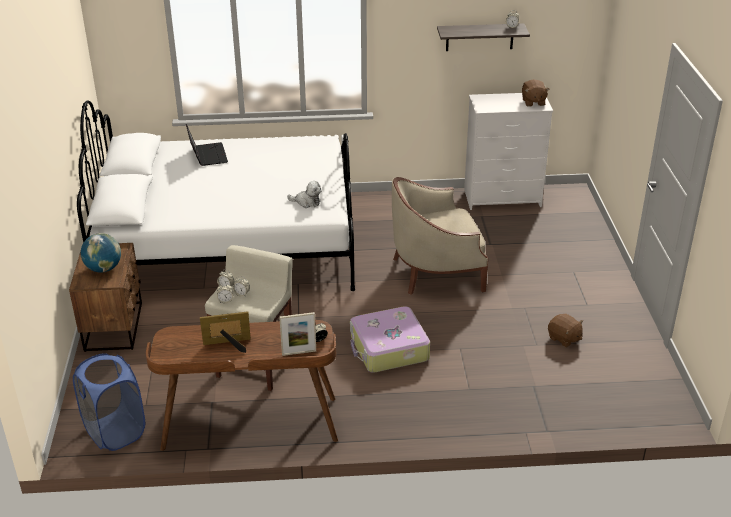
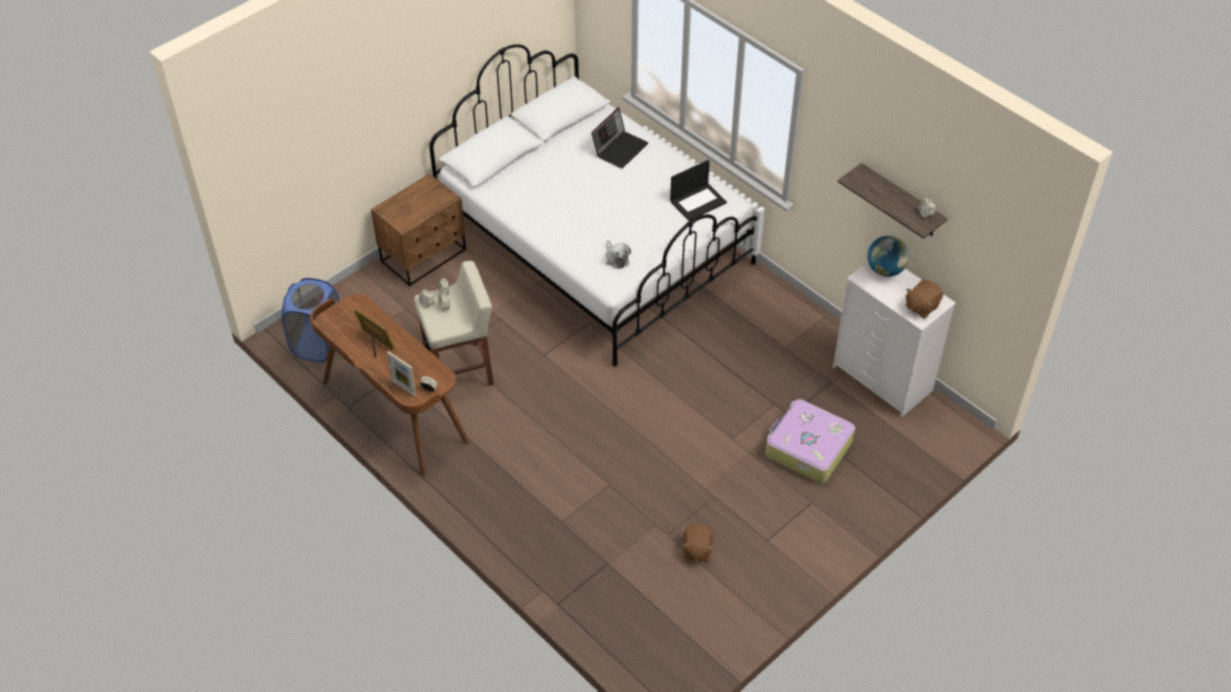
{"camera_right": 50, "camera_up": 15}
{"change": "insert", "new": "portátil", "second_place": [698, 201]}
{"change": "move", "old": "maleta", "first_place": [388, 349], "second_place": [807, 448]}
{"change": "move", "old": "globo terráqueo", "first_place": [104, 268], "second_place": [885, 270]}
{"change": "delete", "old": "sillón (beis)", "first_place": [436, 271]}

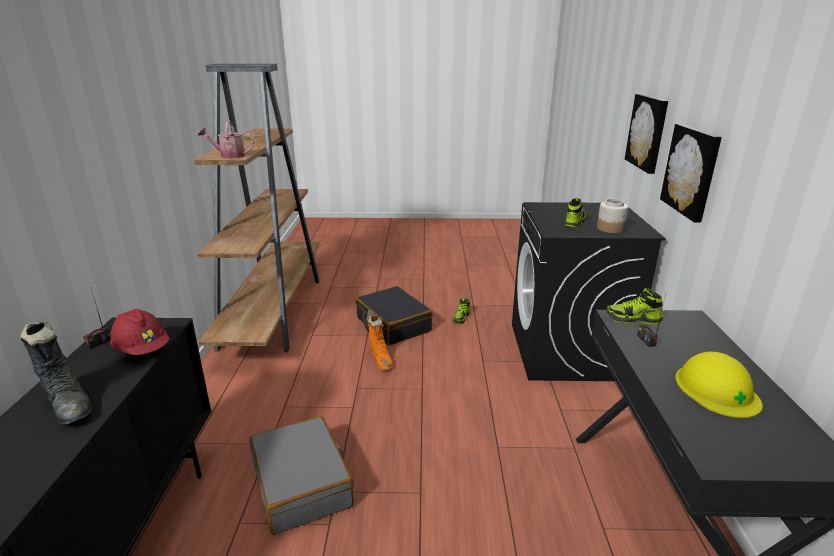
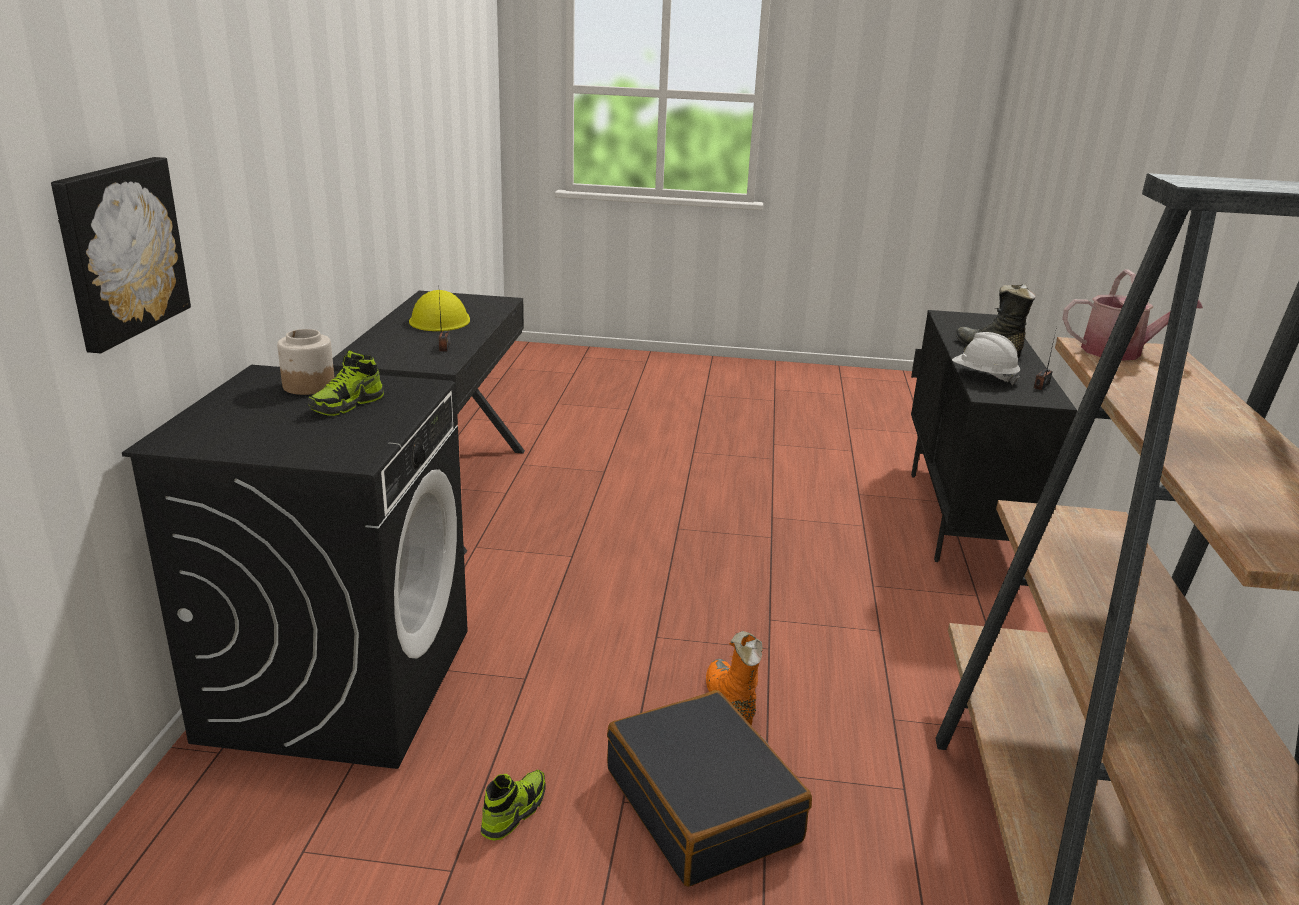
{"camera_right": -175, "camera_up": 0}
{"change": "recolor", "old": "casco (rojo)", "new": "casco (blanco)", "first_place": [142, 349], "second_place": [983, 377]}
{"change": "delete", "old": "maleta (gris)", "first_place": [302, 484]}
{"change": "delete", "old": "zapato", "first_place": [633, 319]}
{"change": "delete", "old": "cuadro", "first_place": [692, 171]}

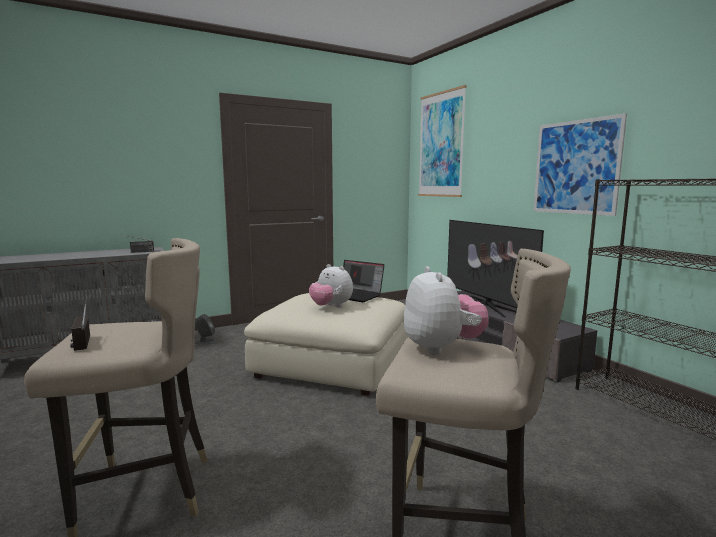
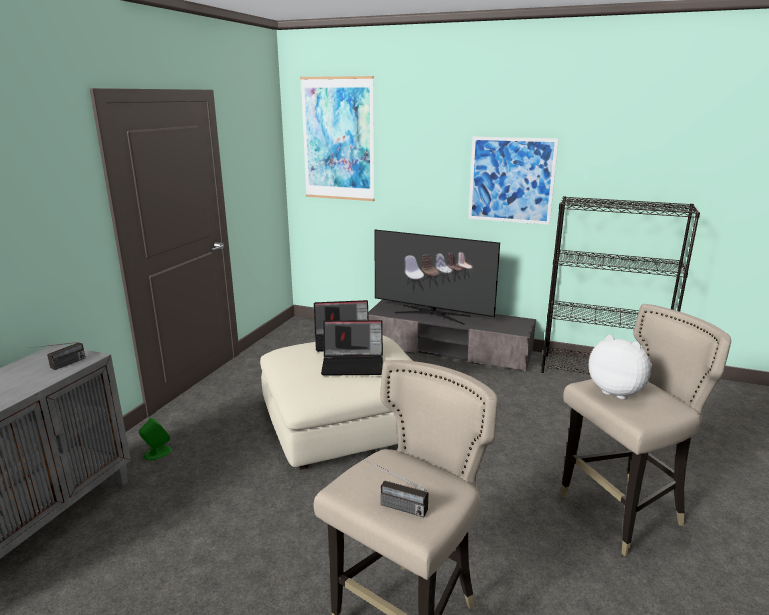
{"camera_right": -40, "camera_up": 10}
{"change": "recolor", "old": "altavoz (gris)", "new": "altavoz (verde)", "first_place": [205, 342], "second_place": [157, 453]}
{"change": "replace", "old": "peluche", "new": "portátil", "first_place": [331, 307], "second_place": [354, 364]}

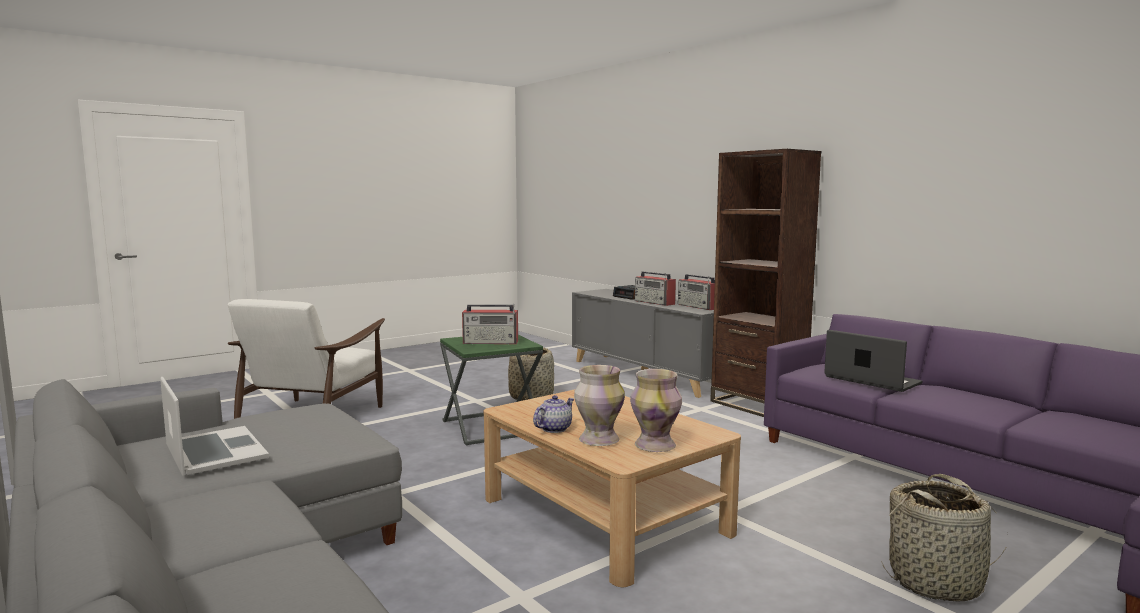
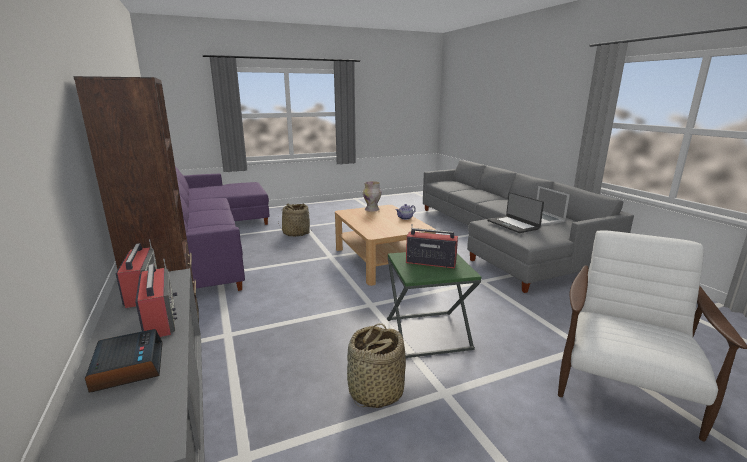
{"camera_right": -165, "camera_up": 10}
{"change": "move", "old": "portátil", "first_place": [871, 380], "second_place": [513, 225]}
{"change": "delete", "old": "florero", "first_place": [598, 440]}

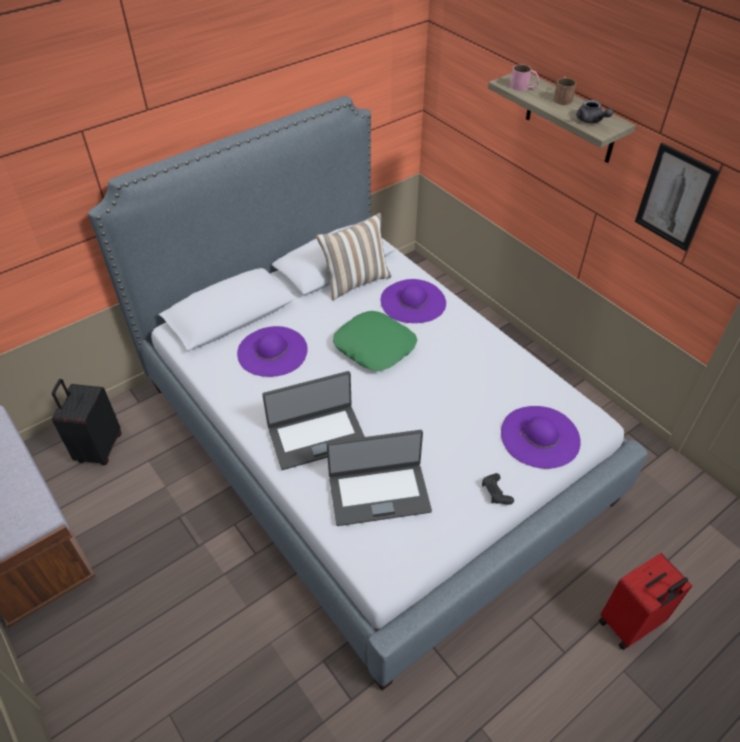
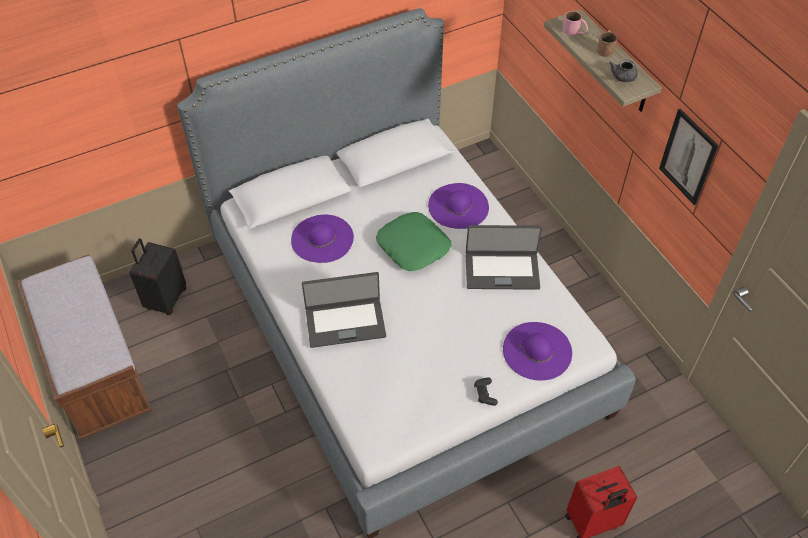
{"camera_right": 10, "camera_up": 5}
{"change": "move", "old": "portátil", "first_place": [379, 493], "second_place": [502, 270]}
{"change": "rotate", "old": "tetera (gris)", "first_place": [591, 121], "second_place": [622, 78], "degrees": 45}
{"change": "delete", "old": "cojín", "first_place": [355, 282]}

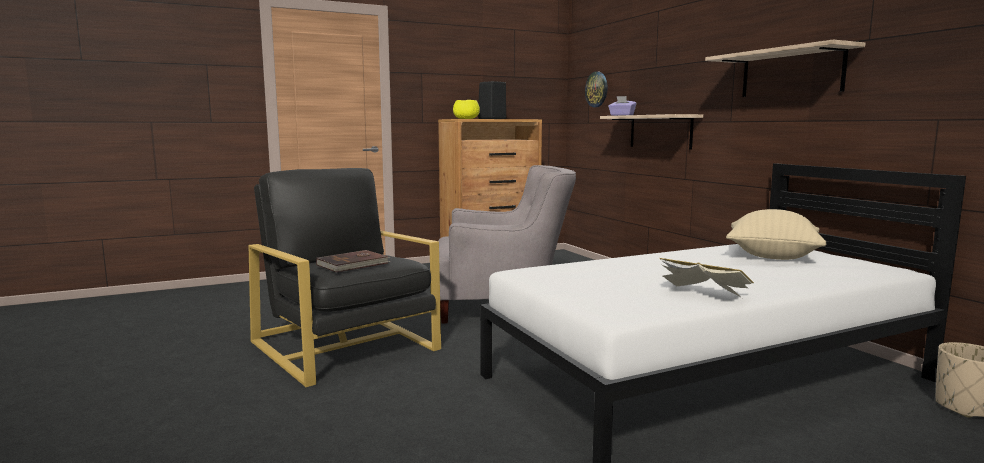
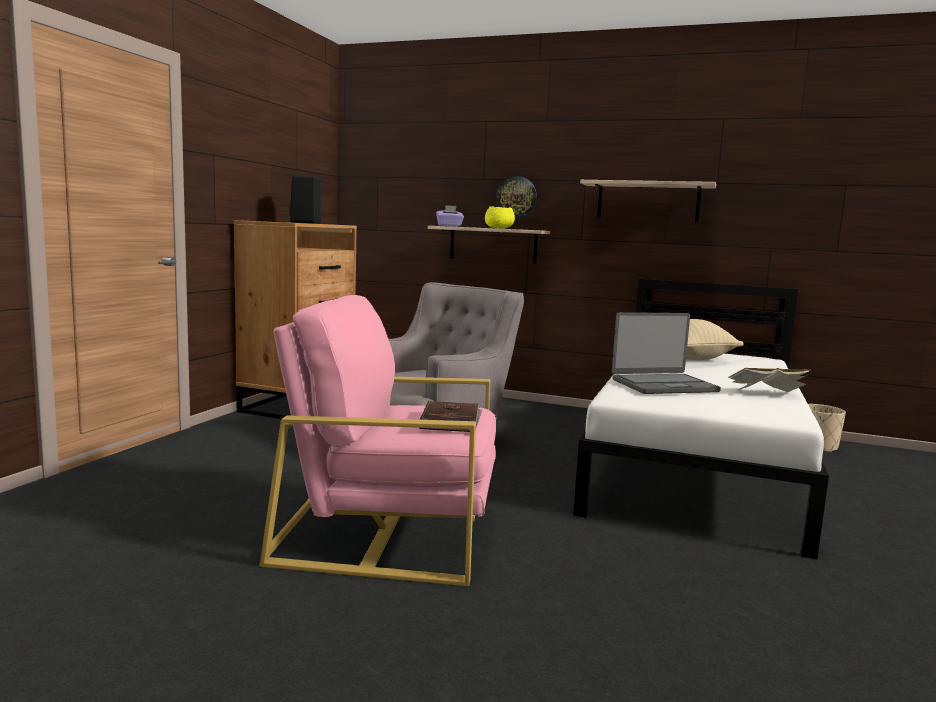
{"camera_right": -45, "camera_up": 0}
{"change": "recolor", "old": "sillón (negro)", "new": "sillón (rosa)", "first_place": [345, 346], "second_place": [389, 531]}
{"change": "move", "old": "cuenco (amarillo)", "first_place": [466, 118], "second_place": [499, 228]}
{"change": "move", "old": "reloj de pared", "first_place": [597, 89], "second_place": [516, 197]}
{"change": "insert", "new": "portátil", "second_place": [663, 385]}

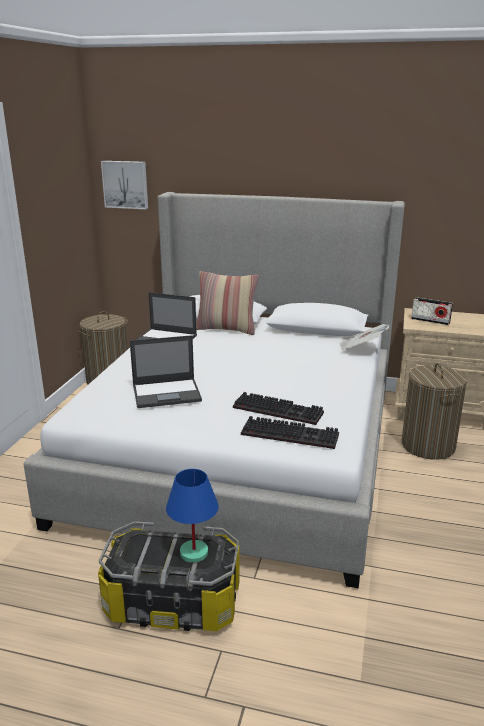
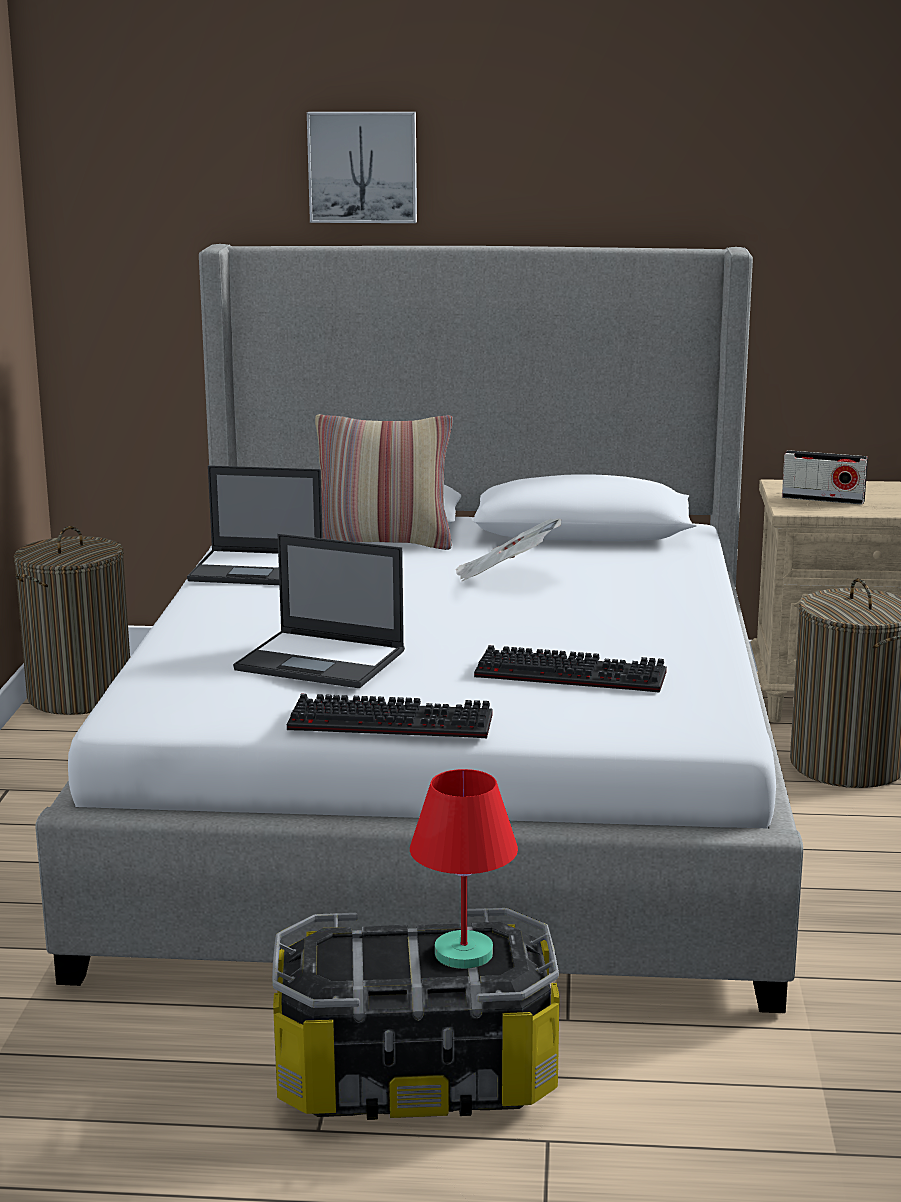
{"camera_right": -10, "camera_up": -5}
{"change": "rotate", "old": "portátil", "first_place": [167, 393], "second_place": [322, 660], "degrees": 45}
{"change": "move", "old": "teclado", "first_place": [291, 434], "second_place": [394, 721]}
{"change": "move", "old": "cuadro", "first_place": [125, 184], "second_place": [363, 167]}
{"change": "recolor", "old": "lámpara de mesa (azul)", "new": "lámpara de mesa (rojo)", "first_place": [194, 553], "second_place": [464, 954]}
{"change": "move", "old": "periódico", "first_place": [361, 349], "second_place": [504, 578]}

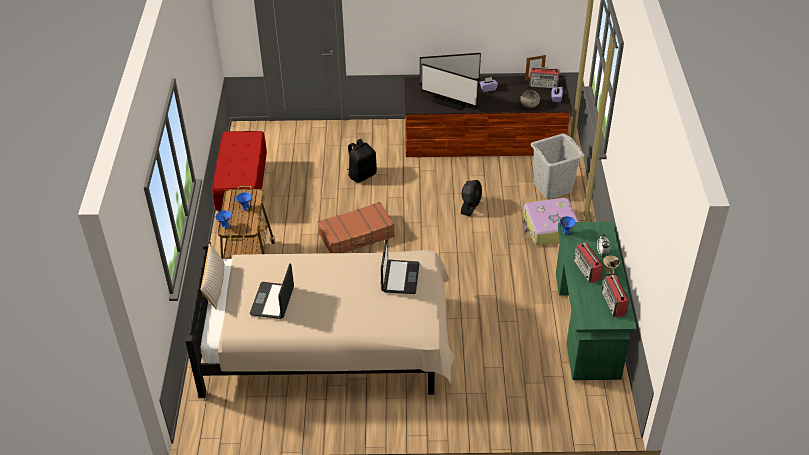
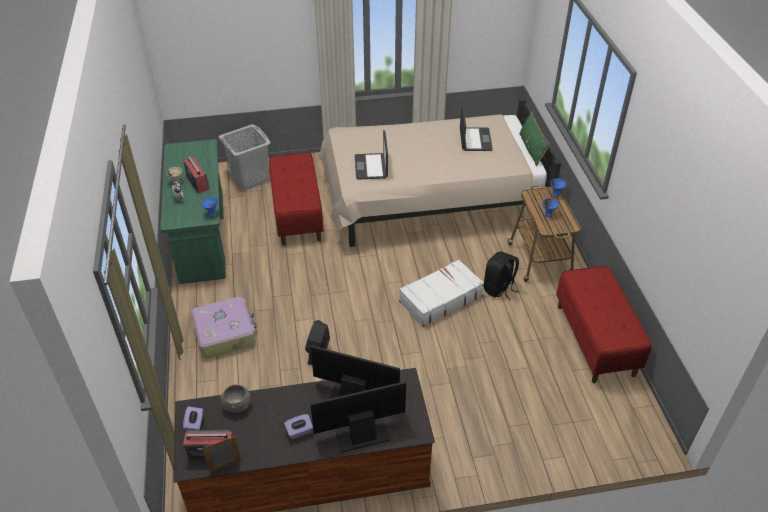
{"camera_right": 170, "camera_up": 0}
{"change": "move", "old": "cesto de la ropa (gris)", "first_place": [553, 187], "second_place": [250, 179]}
{"change": "insert", "new": "banco (rojo)", "second_place": [297, 214]}
{"change": "recolor", "old": "maleta (marrón)", "new": "maleta (blanco)", "first_place": [357, 235], "second_place": [440, 299]}
{"change": "move", "old": "mochila (negro)", "first_place": [362, 175], "second_place": [499, 289]}
{"change": "recolor", "old": "cojín (beis)", "new": "cojín (verde)", "first_place": [215, 285], "second_place": [531, 149]}
{"change": "delete", "old": "radio", "first_place": [613, 303]}

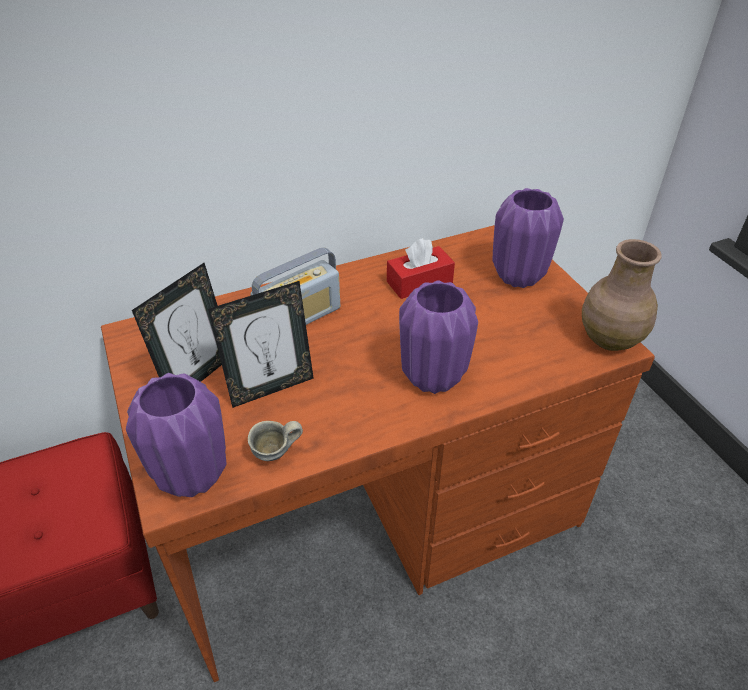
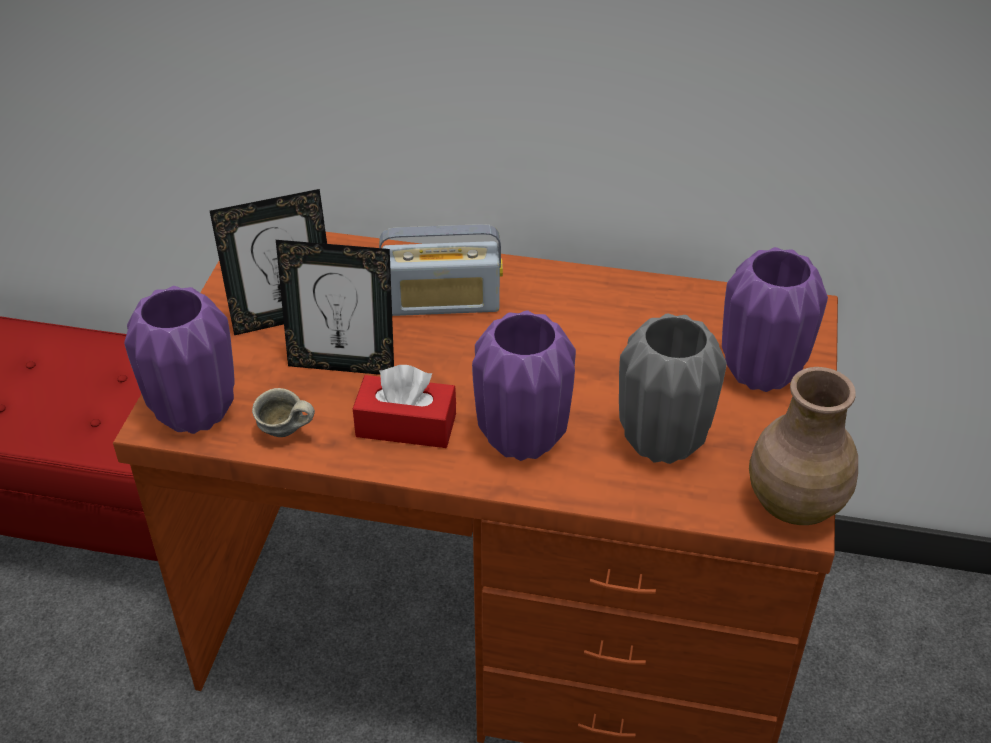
{"camera_right": 35, "camera_up": 0}
{"change": "move", "old": "caja de pañuelos (rojo)", "first_place": [419, 282], "second_place": [406, 425]}
{"change": "insert", "new": "florero (gris)", "second_place": [661, 442]}

